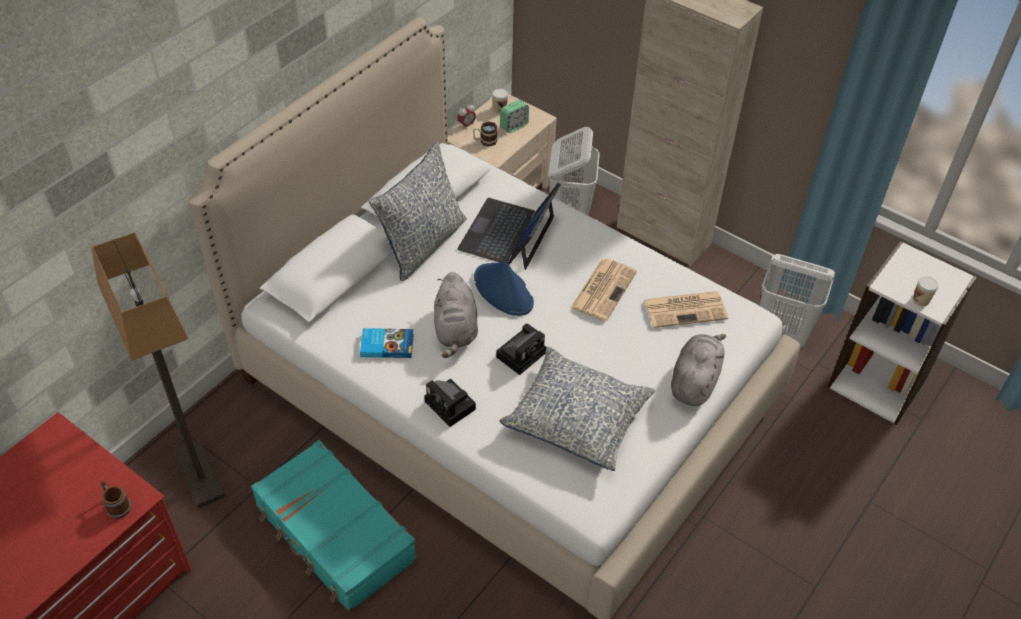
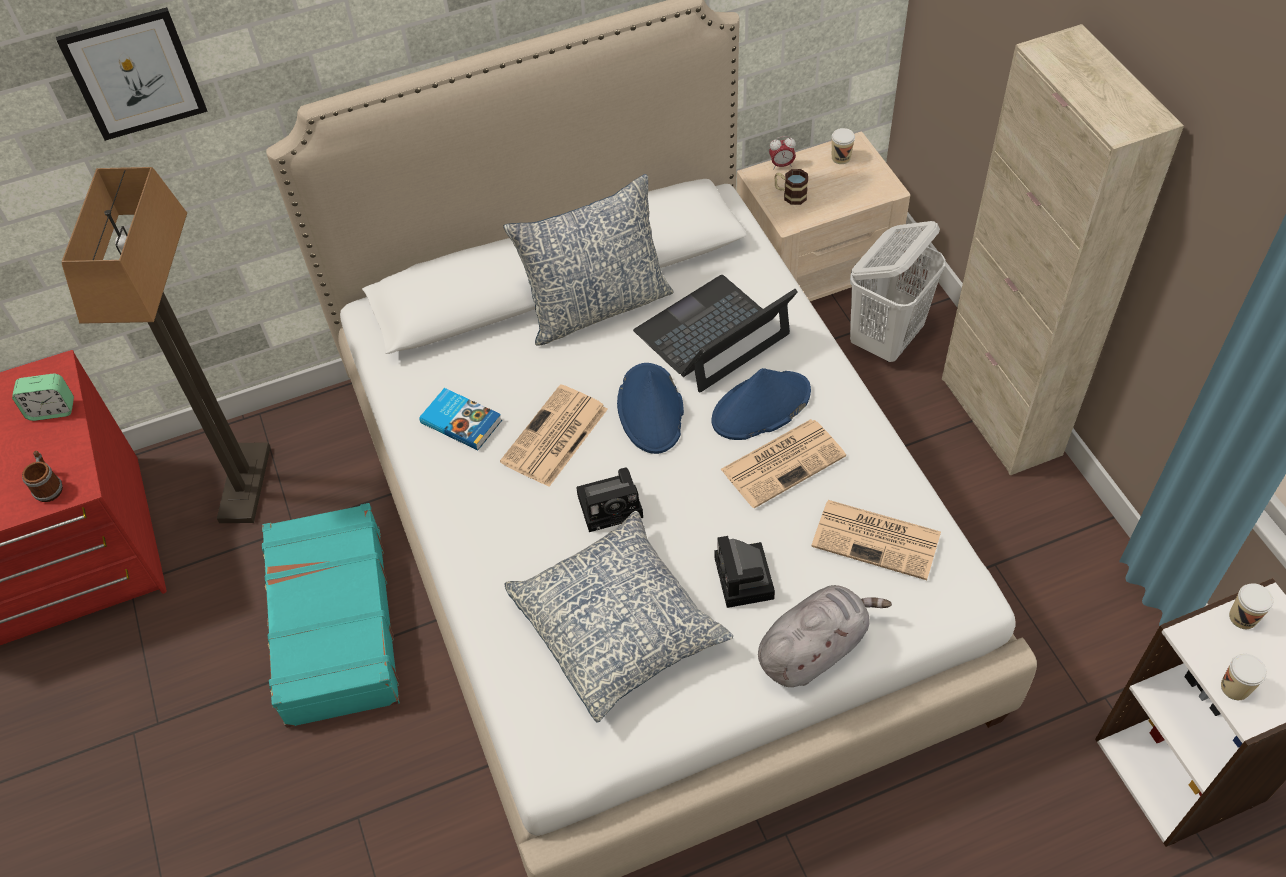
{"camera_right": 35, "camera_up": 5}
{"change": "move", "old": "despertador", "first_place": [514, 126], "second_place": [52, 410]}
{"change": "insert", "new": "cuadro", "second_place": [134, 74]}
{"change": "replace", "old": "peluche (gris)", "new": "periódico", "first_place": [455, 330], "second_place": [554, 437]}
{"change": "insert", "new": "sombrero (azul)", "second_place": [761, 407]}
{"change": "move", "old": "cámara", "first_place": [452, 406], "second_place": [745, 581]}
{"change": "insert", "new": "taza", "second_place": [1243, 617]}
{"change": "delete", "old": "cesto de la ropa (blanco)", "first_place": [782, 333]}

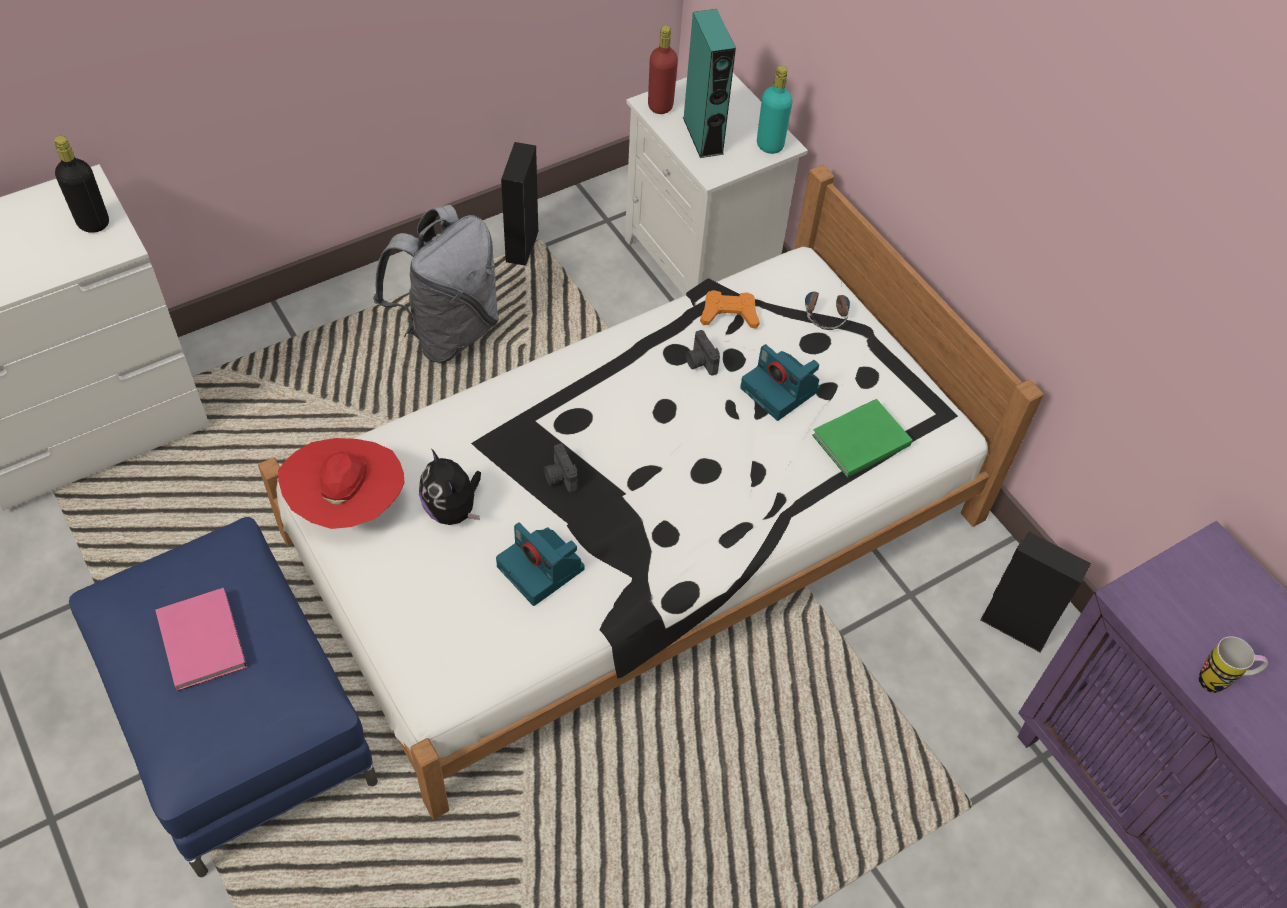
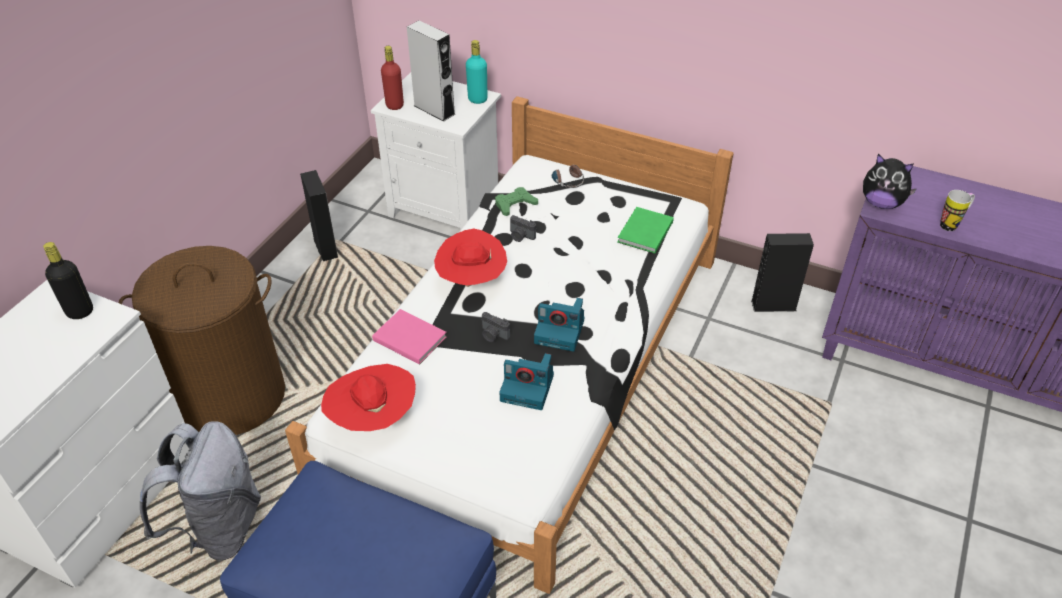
{"camera_right": -30, "camera_up": -10}
{"change": "insert", "new": "cesto de la ropa (marrón)", "second_place": [231, 397]}
{"change": "move", "old": "mochila (gris)", "first_place": [448, 331], "second_place": [219, 528]}
{"change": "move", "old": "libro (rosa)", "first_place": [203, 638], "second_place": [409, 337]}
{"change": "recolor", "old": "altavoz (turquesa)", "new": "altavoz (gris)", "first_place": [703, 135], "second_place": [434, 110]}
{"change": "insert", "new": "sombrero (rojo)", "second_place": [471, 281]}
{"change": "recolor", "old": "mando de consola (naranja)", "new": "mando de consola (verde)", "first_place": [729, 314], "second_place": [515, 204]}
{"change": "move", "old": "cámara", "first_place": [781, 390], "second_place": [561, 331]}
{"change": "move", "old": "peluche", "first_place": [453, 510], "second_place": [881, 203]}

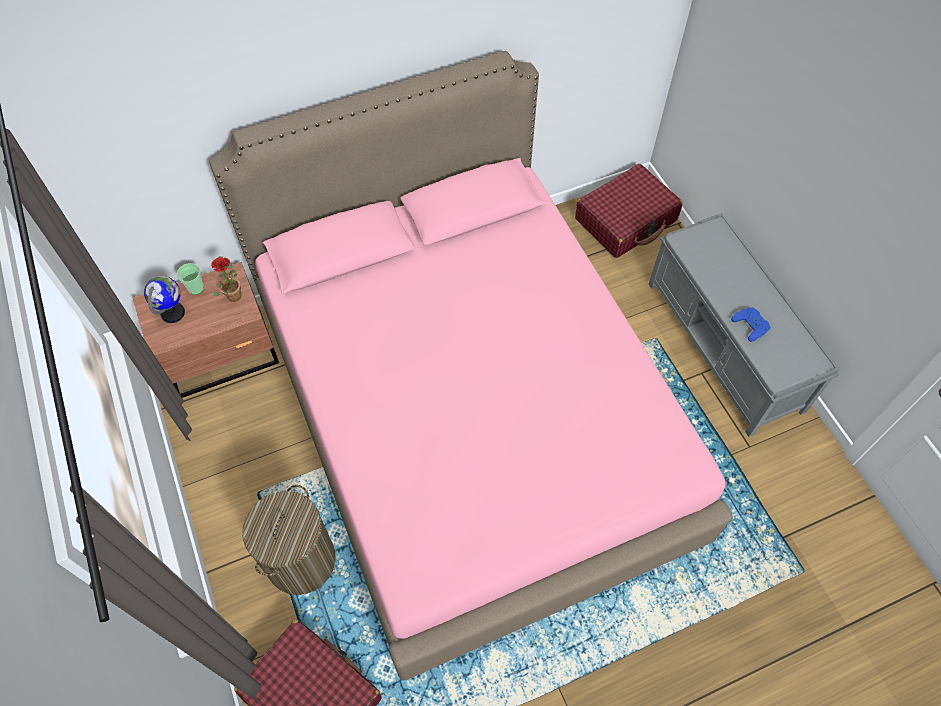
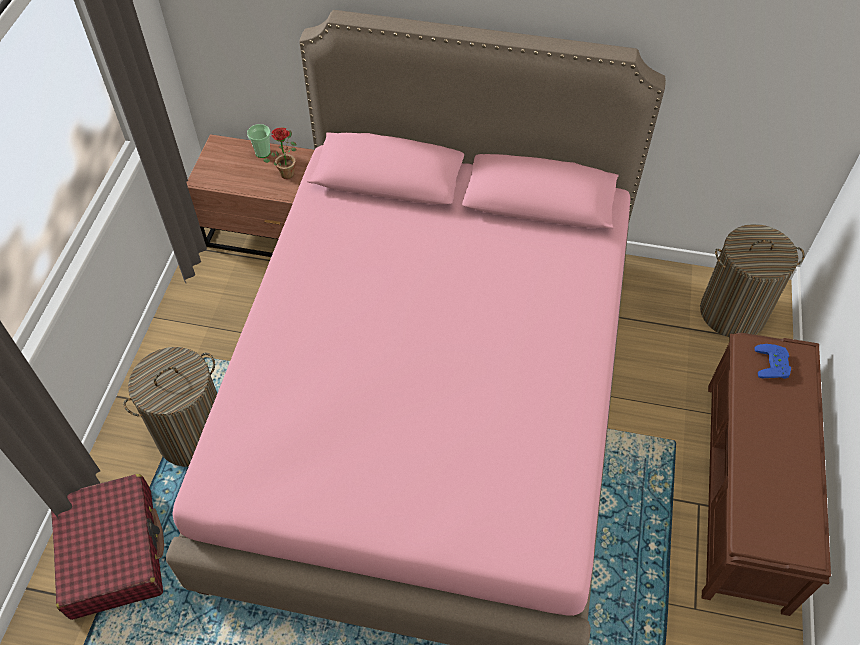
{"camera_right": 35, "camera_up": -5}
{"change": "replace", "old": "maleta (rojo)", "new": "cesto de la ropa", "first_place": [626, 220], "second_place": [732, 312]}
{"change": "recolor", "old": "banco (gris)", "new": "banco (marrón)", "first_place": [724, 346], "second_place": [746, 493]}
{"change": "move", "old": "mando de consola (azul)", "first_place": [752, 324], "second_place": [774, 364]}
{"change": "delete", "old": "globo terráqueo", "first_place": [173, 313]}

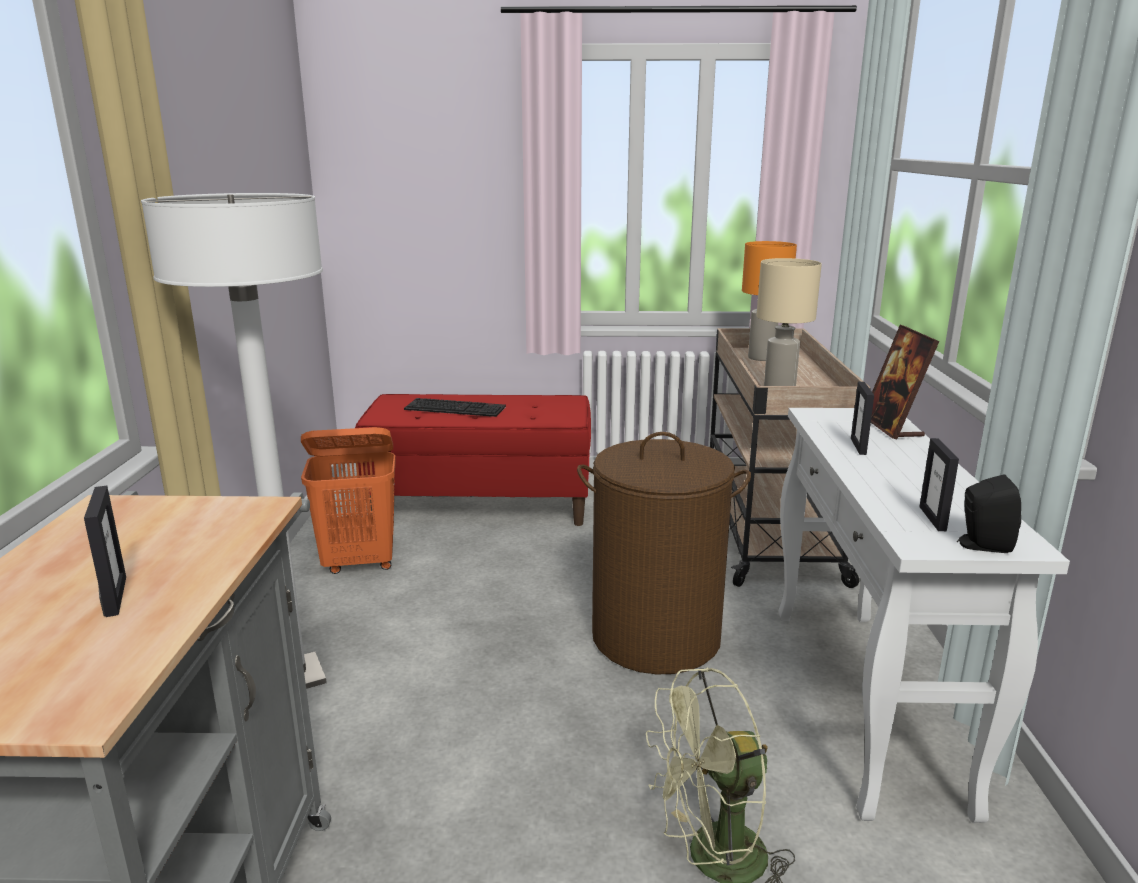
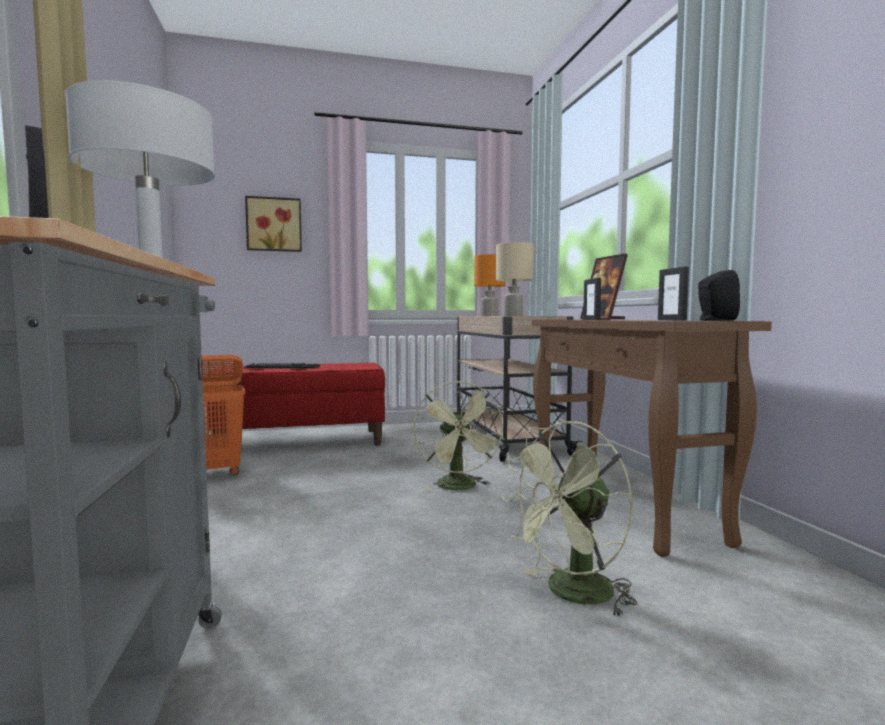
{"camera_right": -15, "camera_up": -15}
{"change": "insert", "new": "cuadro", "second_place": [274, 225]}
{"change": "replace", "old": "cesto de la ropa (marrón)", "new": "ventilador (verde)", "first_place": [656, 637], "second_place": [460, 487]}
{"change": "recolor", "old": "mesa consola (blanco)", "new": "mesa consola (marrón)", "first_place": [865, 703], "second_place": [620, 502]}

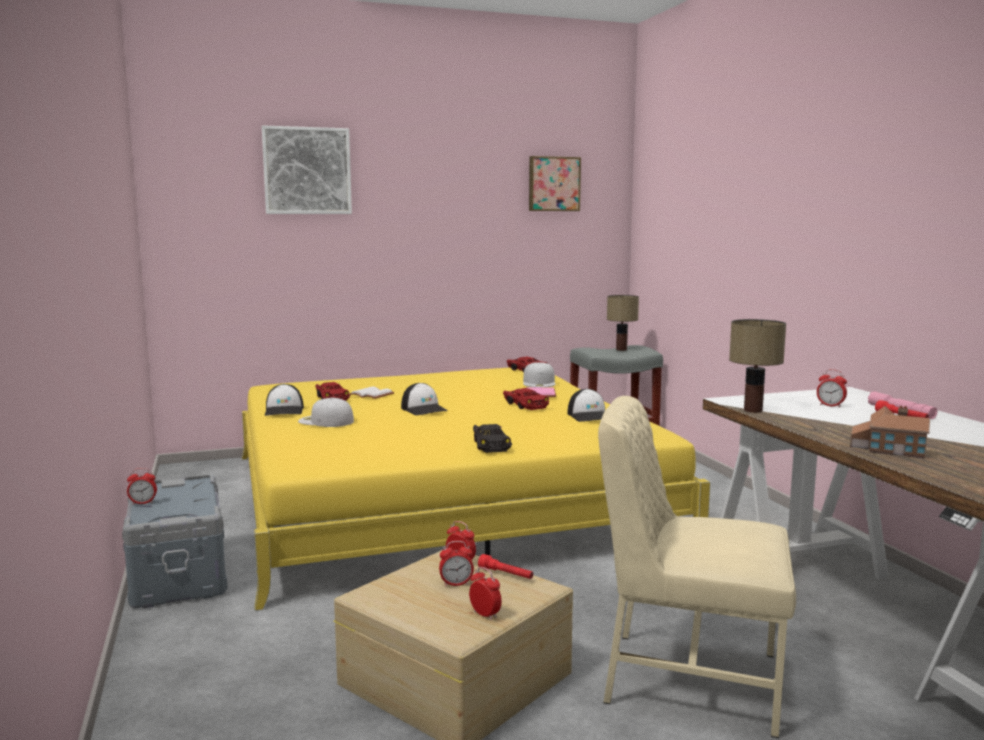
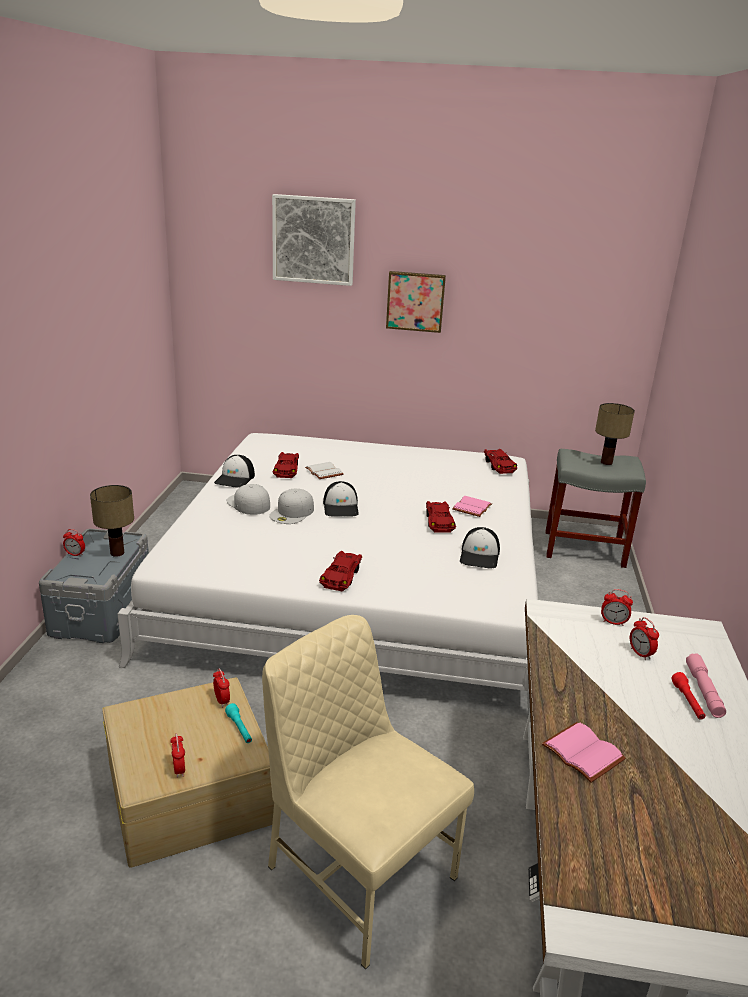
{"camera_right": 25, "camera_up": 15}
{"change": "move", "old": "lámpara de mesa", "first_place": [753, 410], "second_place": [118, 553]}
{"change": "recolor", "old": "cama (amarillo)", "new": "cama (blanco)", "first_place": [440, 495], "second_place": [358, 579]}
{"change": "recolor", "old": "linterna (rojo)", "new": "linterna (turquesa)", "first_place": [506, 575], "second_place": [239, 729]}
{"change": "move", "old": "gorra (blanco)", "first_place": [539, 382], "second_place": [292, 513]}
{"change": "recolor", "old": "coche de juguete (negro)", "new": "coche de juguete (rojo)", "first_place": [490, 445], "second_place": [342, 576]}
{"change": "move", "old": "cuadro", "first_place": [553, 184], "second_place": [415, 301]}
{"change": "replace", "old": "casita", "new": "libro (rosa)", "first_place": [886, 448], "second_place": [585, 753]}
{"change": "move", "old": "despertador", "first_place": [456, 584], "second_place": [613, 622]}

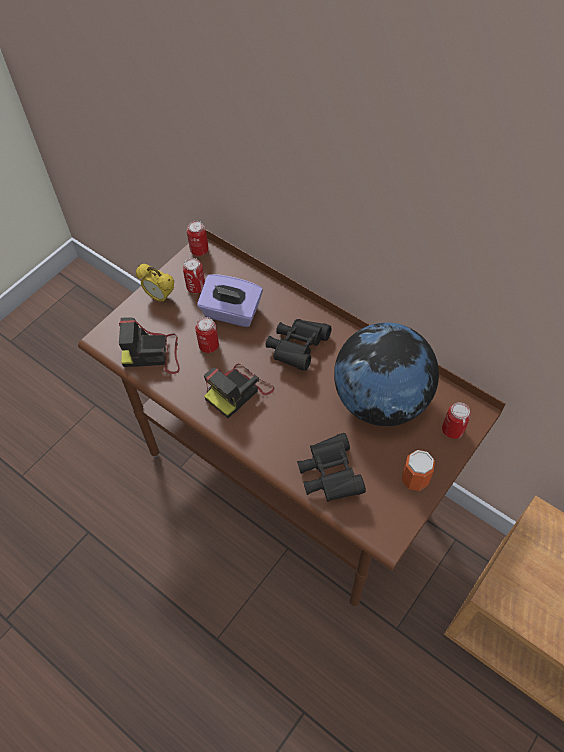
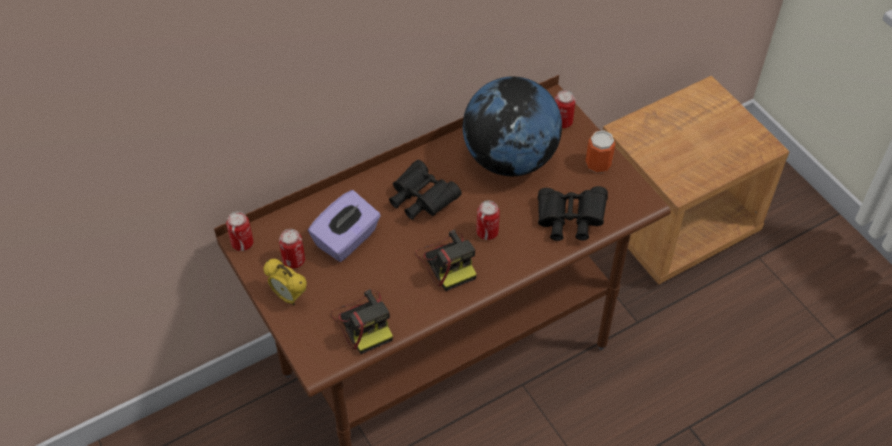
{"camera_right": -70, "camera_up": -5}
{"change": "rotate", "old": "despertador", "first_place": [160, 297], "second_place": [289, 297], "degrees": 75}
{"change": "rotate", "old": "cámara", "first_place": [153, 354], "second_place": [364, 322], "degrees": -45}
{"change": "move", "old": "lata", "first_place": [209, 345], "second_place": [487, 232]}

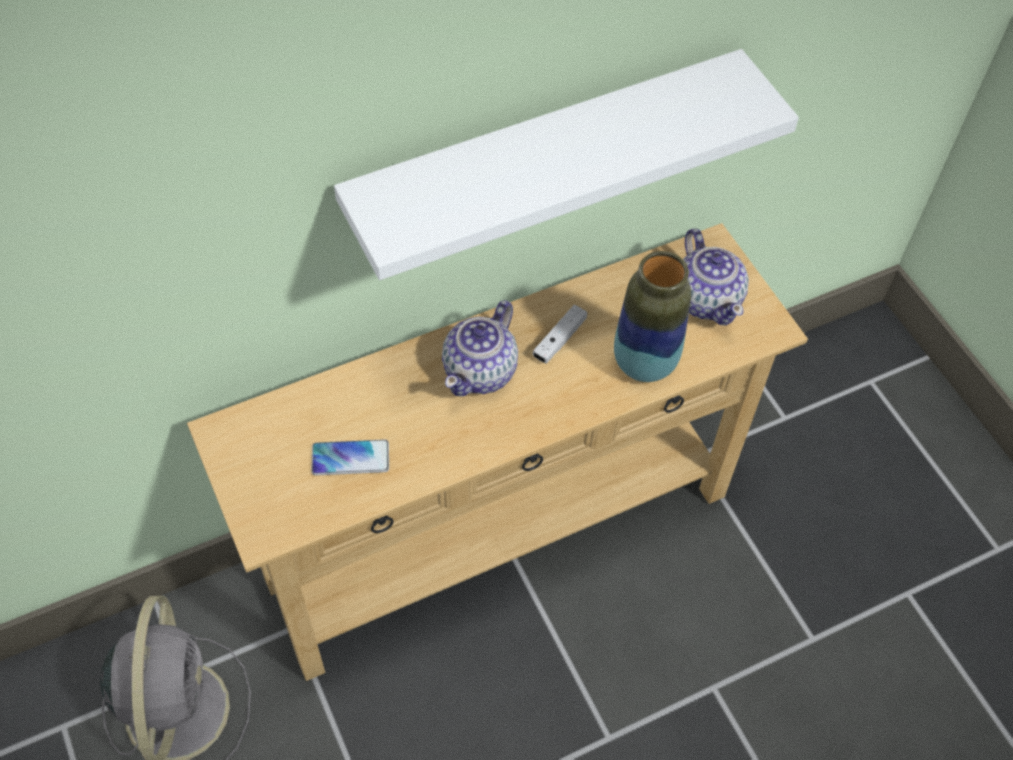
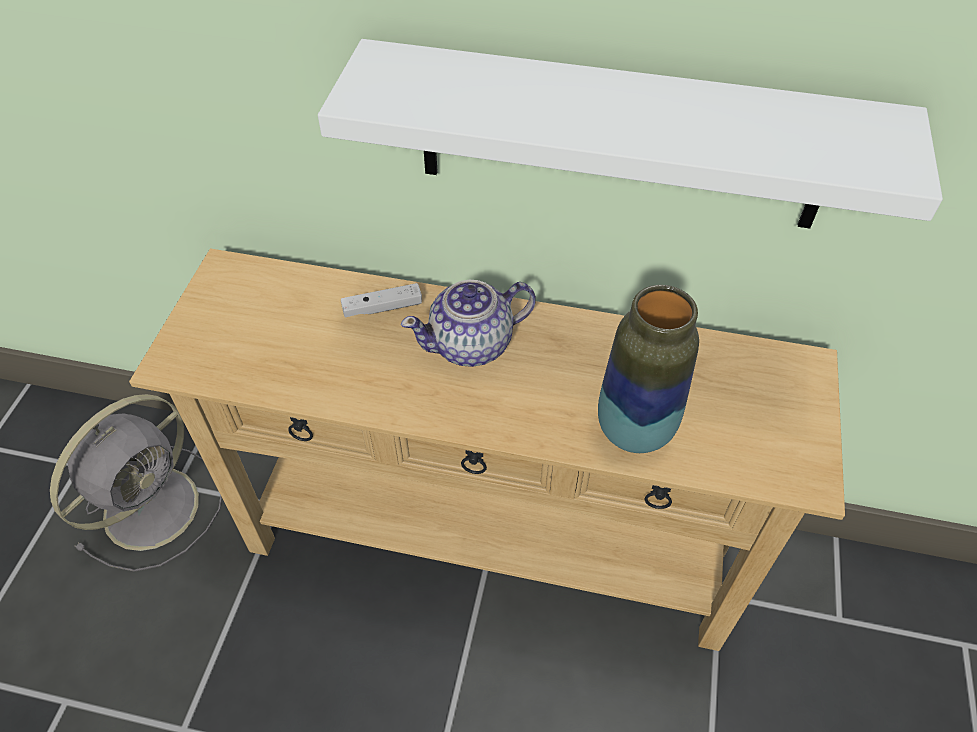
{"camera_right": 40, "camera_up": -5}
{"change": "move", "old": "mando de consola (blanco)", "first_place": [559, 339], "second_place": [382, 307]}
{"change": "delete", "old": "móvil", "first_place": [350, 458]}
{"change": "delete", "old": "tetera", "first_place": [707, 299]}

